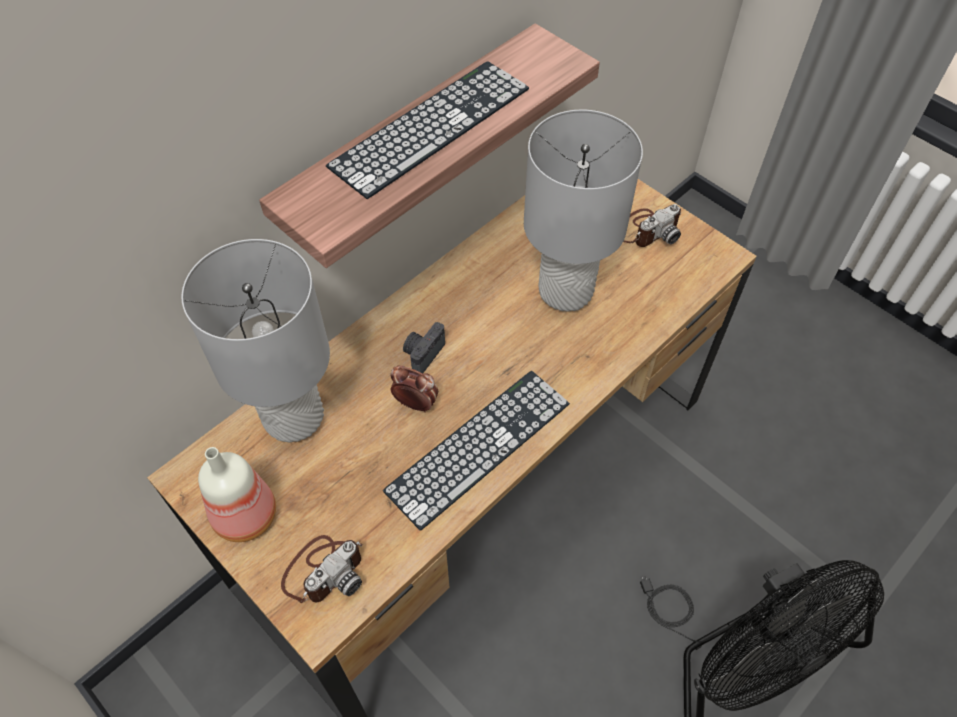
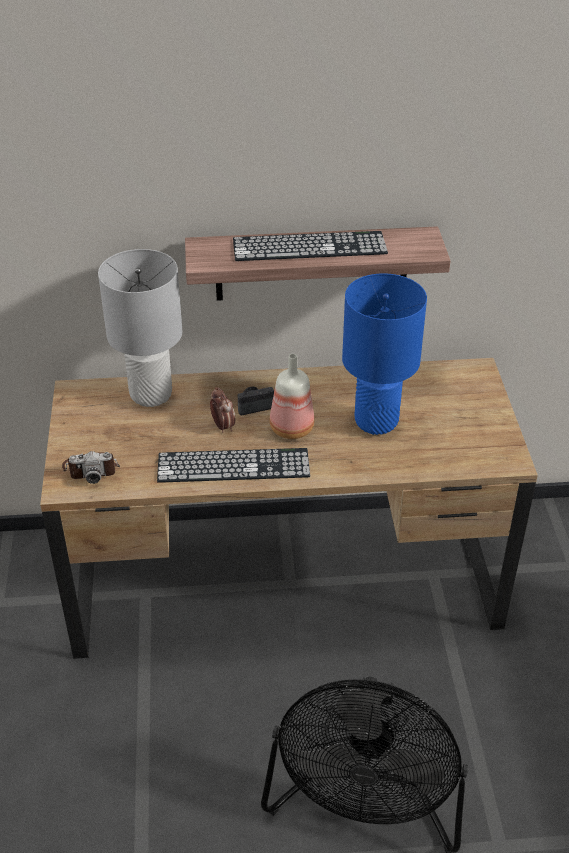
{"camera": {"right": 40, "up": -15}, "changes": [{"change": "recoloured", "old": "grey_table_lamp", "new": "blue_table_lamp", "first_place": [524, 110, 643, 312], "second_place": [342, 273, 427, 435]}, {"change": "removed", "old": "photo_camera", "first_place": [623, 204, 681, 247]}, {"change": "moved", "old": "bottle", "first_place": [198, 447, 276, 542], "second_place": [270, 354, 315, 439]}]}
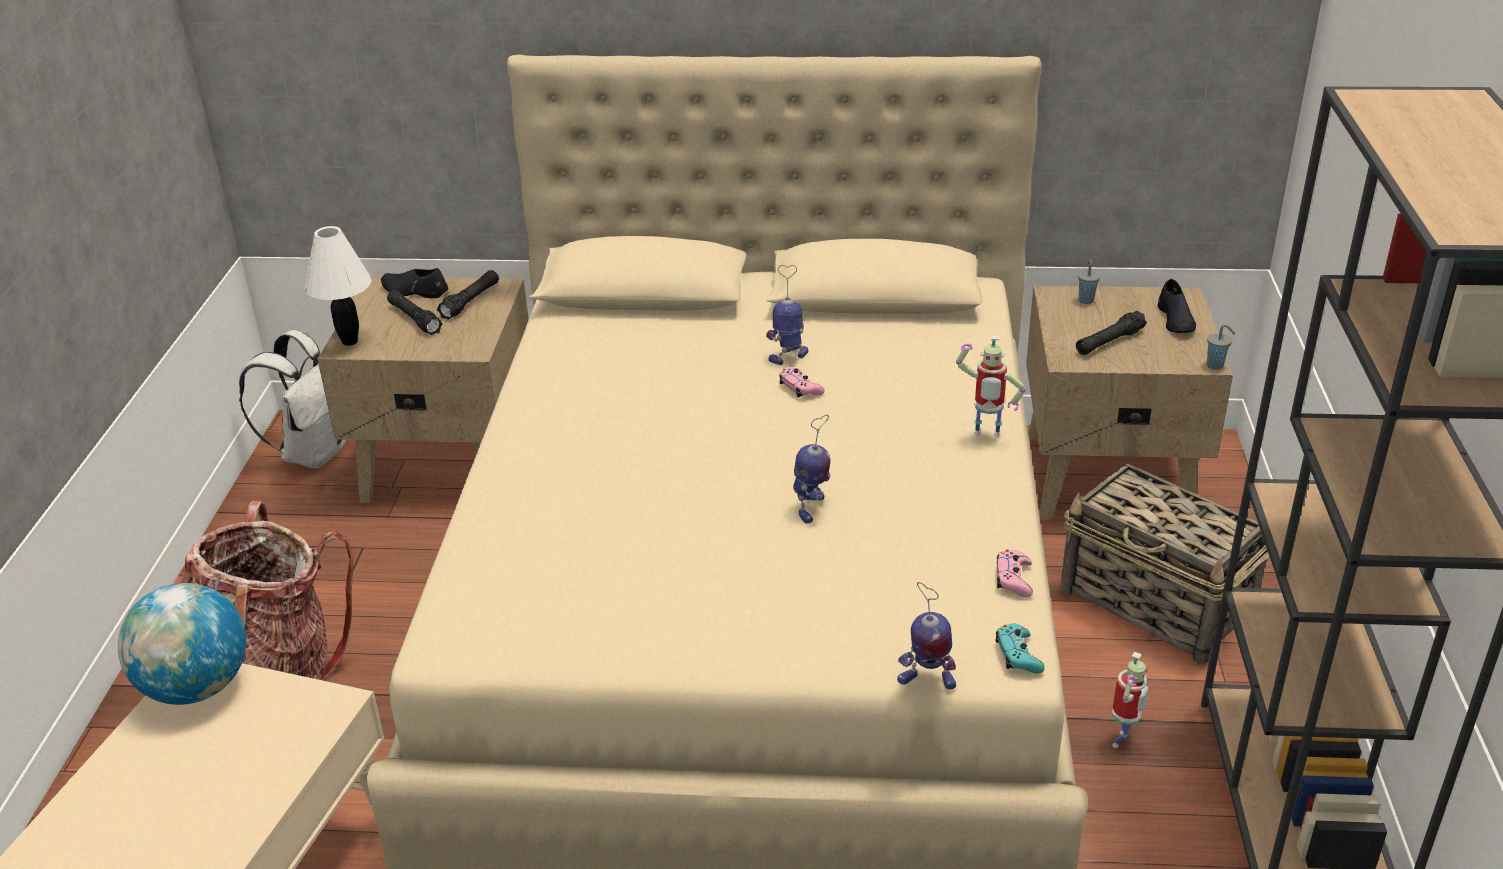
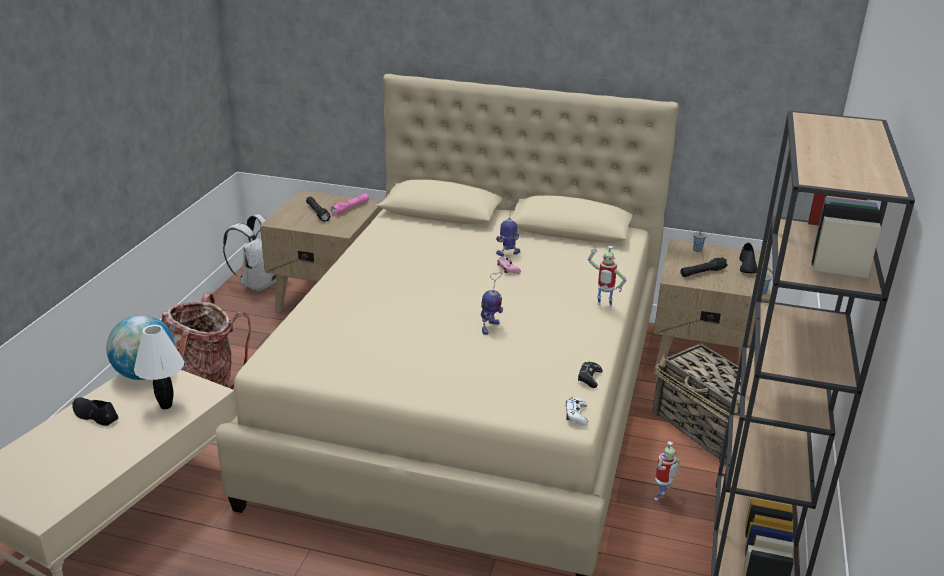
{"camera": {"right": 10, "up": -5}, "changes": [{"change": "moved", "old": "white_table_lamp", "first_place": [305, 226, 372, 346], "second_place": [134, 325, 184, 409]}, {"change": "moved", "old": "black_shoe", "first_place": [381, 268, 448, 298], "second_place": [72, 397, 119, 426]}, {"change": "recoloured", "old": "black_flashlight", "new": "pink_flashlight", "first_place": [437, 270, 499, 320], "second_place": [330, 193, 369, 215]}, {"change": "recoloured", "old": "pink_game_controller", "new": "black_game_controller", "first_place": [997, 549, 1033, 597], "second_place": [578, 361, 603, 388]}, {"change": "removed", "old": "toy_robot", "first_place": [897, 582, 956, 689]}, {"change": "recoloured", "old": "turquoise_game_controller", "new": "white_game_controller", "first_place": [995, 623, 1045, 673], "second_place": [566, 397, 588, 426]}]}
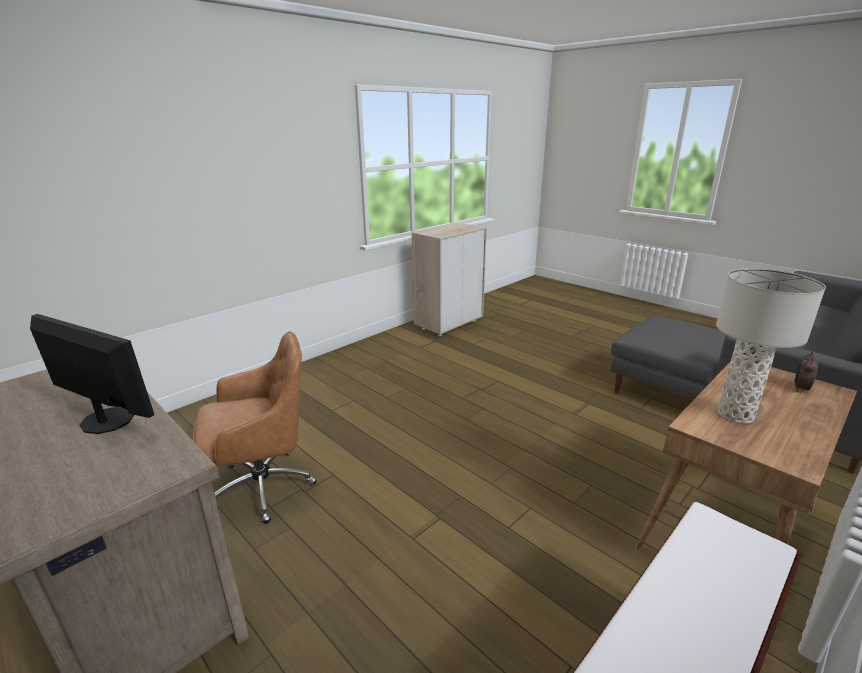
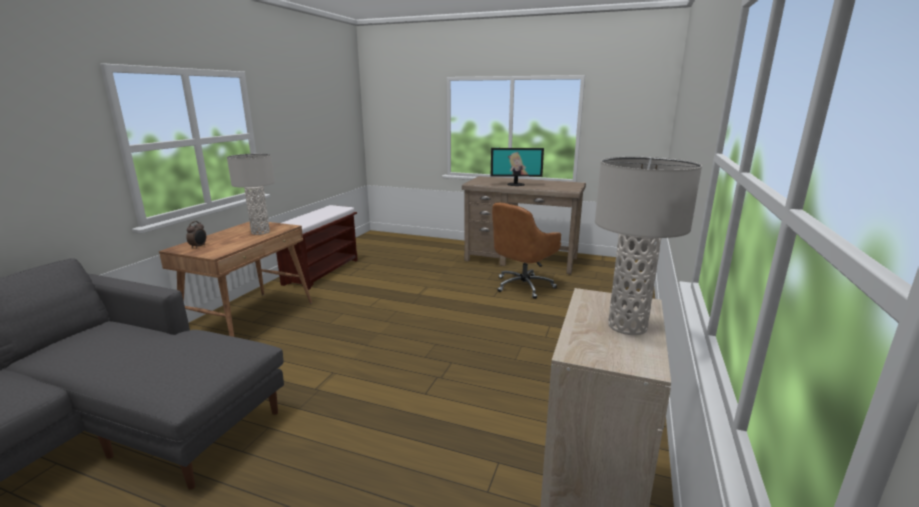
{"camera": {"right": 155, "up": -5}, "changes": [{"change": "added", "new": "white_table_lamp", "second_place": [595, 157, 702, 335]}]}
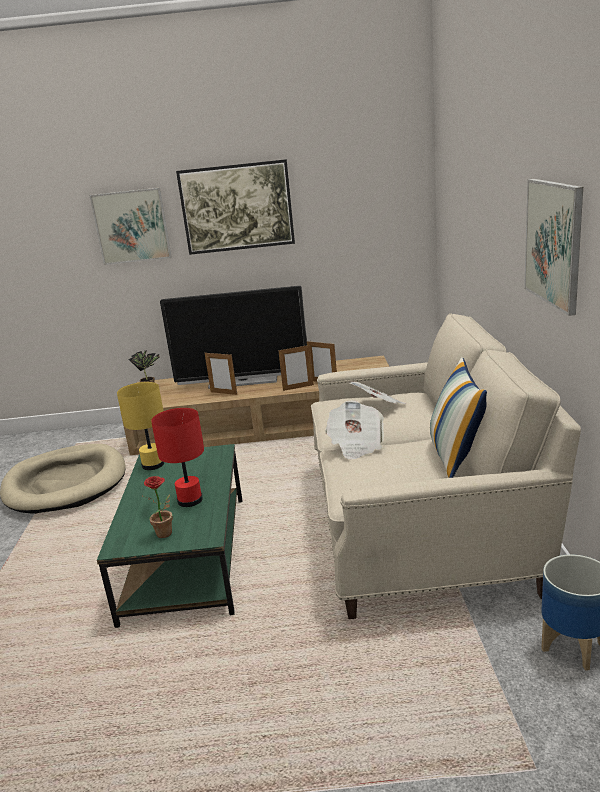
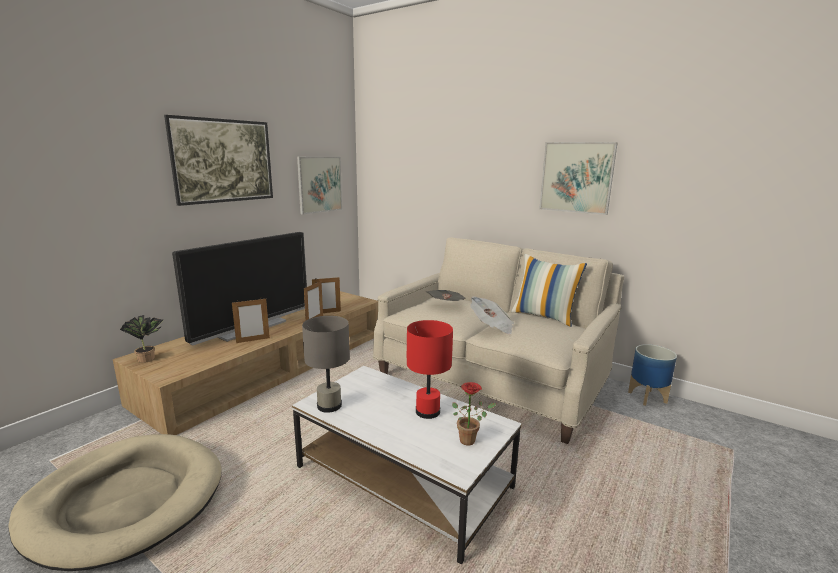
{"camera": {"right": -55, "up": -5}, "changes": [{"change": "moved", "old": "picture", "first_place": [89, 188, 172, 265], "second_place": [297, 157, 342, 215]}, {"change": "recoloured", "old": "yellow_table_lamp", "new": "grey_table_lamp", "first_place": [117, 382, 164, 470], "second_place": [302, 316, 350, 413]}, {"change": "recoloured", "old": "green_coffee_table", "new": "white_coffee_table", "first_place": [97, 444, 242, 628], "second_place": [292, 366, 522, 565]}]}
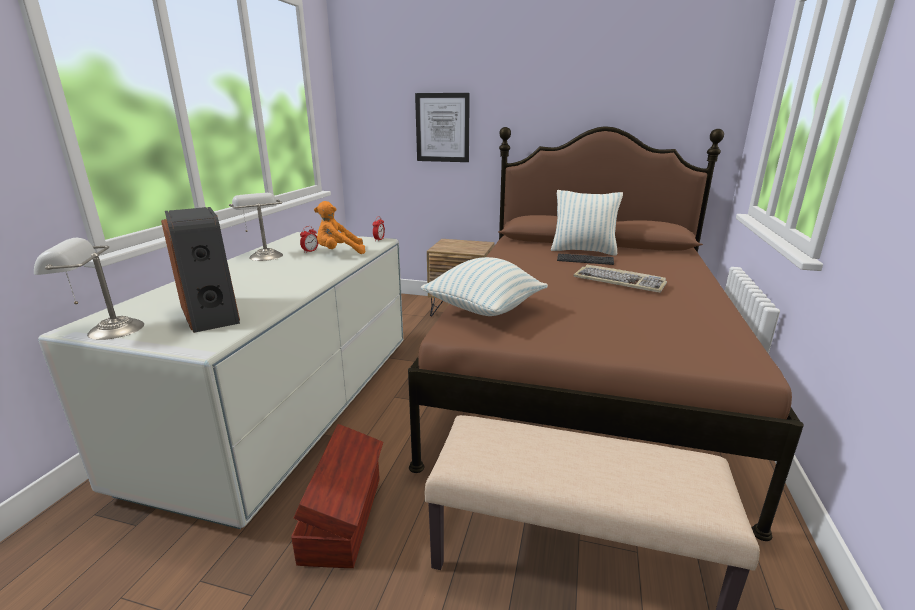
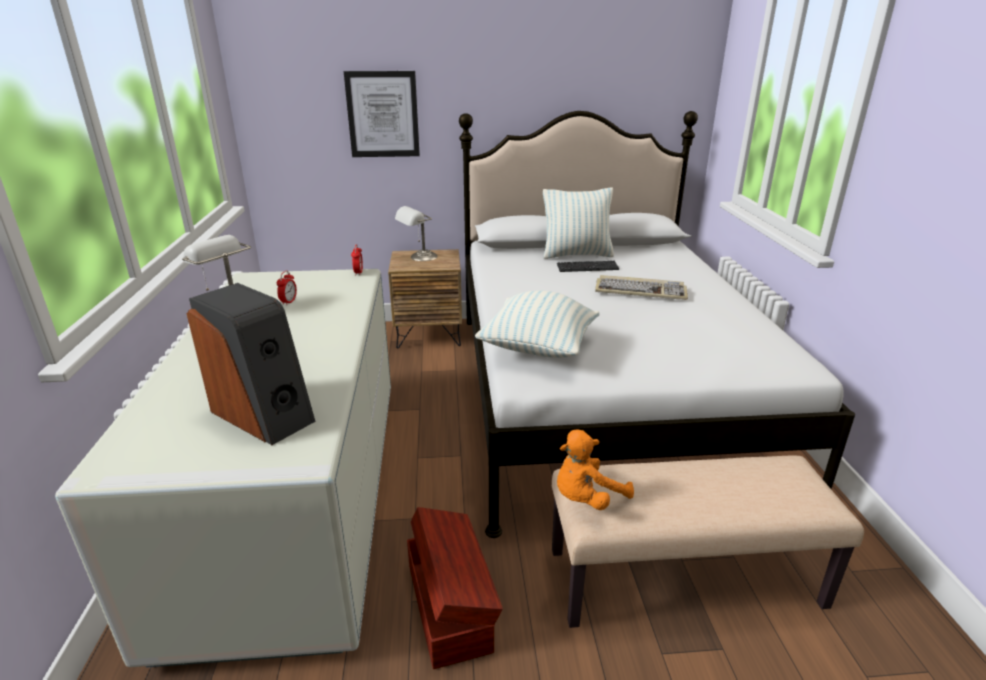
{"camera": {"right": -20, "up": 5}, "changes": [{"change": "recoloured", "old": "brown_bed", "new": "white_bed", "first_place": [408, 126, 804, 541], "second_place": [459, 111, 855, 538]}, {"change": "moved", "old": "orange_plush_toy", "first_place": [314, 201, 365, 254], "second_place": [557, 429, 634, 510]}, {"change": "moved", "old": "white_table_lamp", "first_place": [34, 238, 144, 340], "second_place": [395, 206, 438, 261]}]}
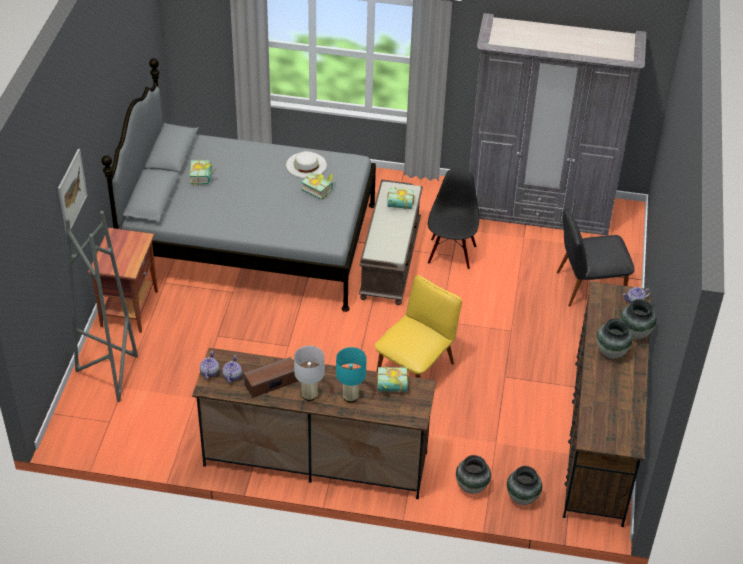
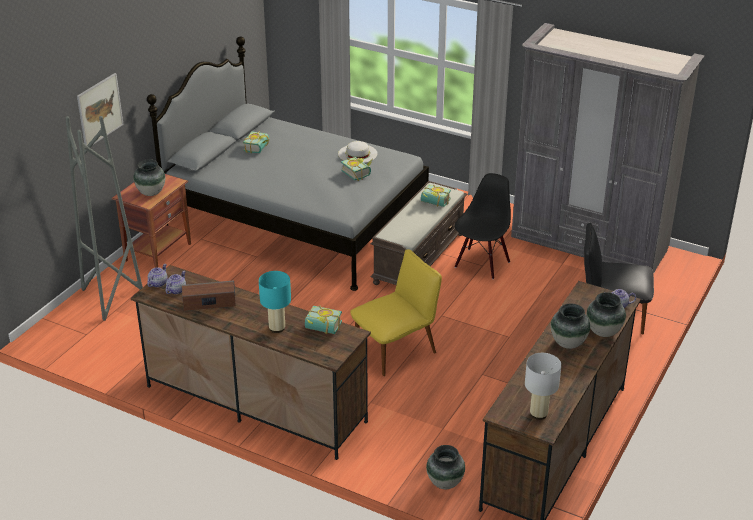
{"camera": {"right": 20, "up": -10}, "changes": [{"change": "moved", "old": "white_table_lamp", "first_place": [294, 346, 324, 401], "second_place": [525, 353, 561, 420]}, {"change": "moved", "old": "vase", "first_place": [456, 455, 491, 494], "second_place": [133, 159, 165, 196]}]}
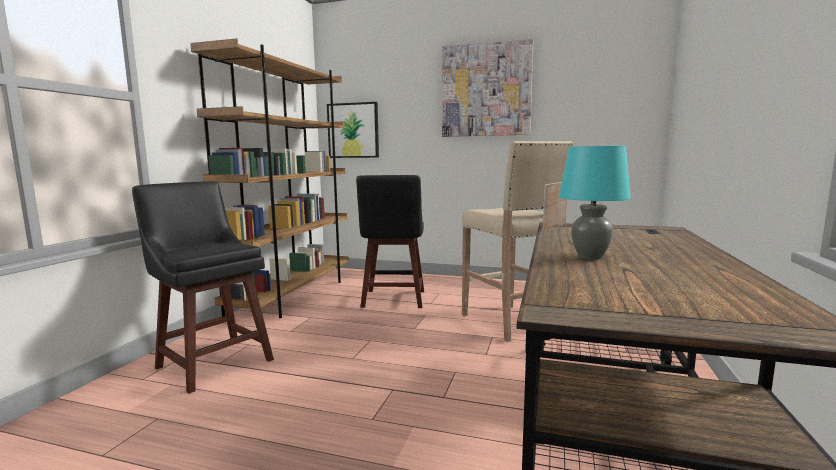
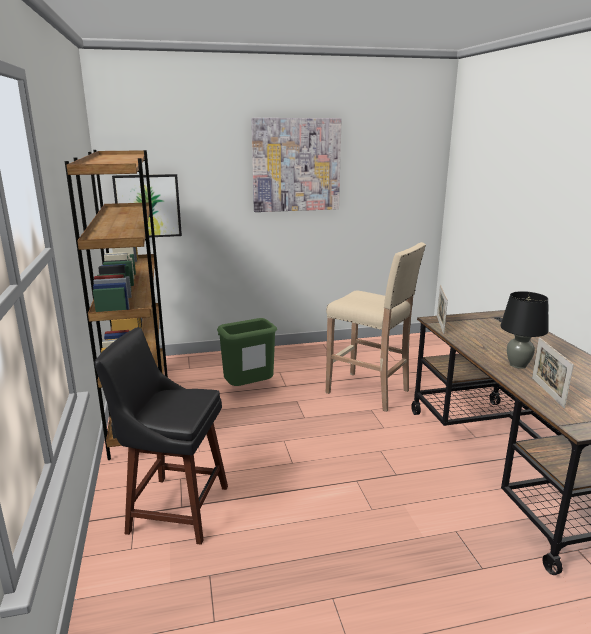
{"camera": {"right": -30, "up": 10}, "changes": [{"change": "recoloured", "old": "turquoise_table_lamp", "new": "black_table_lamp", "first_place": [559, 146, 631, 260], "second_place": [500, 291, 548, 369]}, {"change": "replaced", "old": "black_chair", "new": "green_trash_can", "first_place": [356, 175, 424, 308], "second_place": [217, 318, 277, 386]}, {"change": "added", "new": "picture_frame", "second_place": [532, 338, 574, 409]}]}
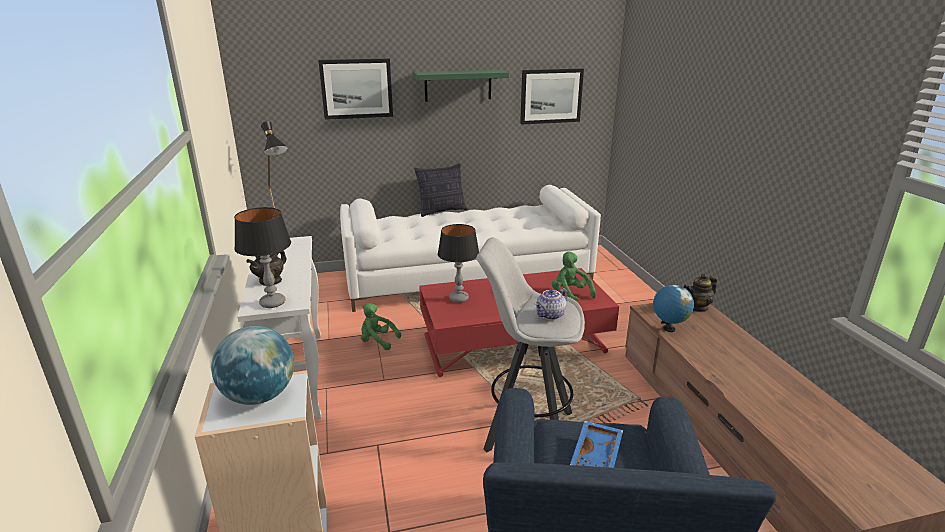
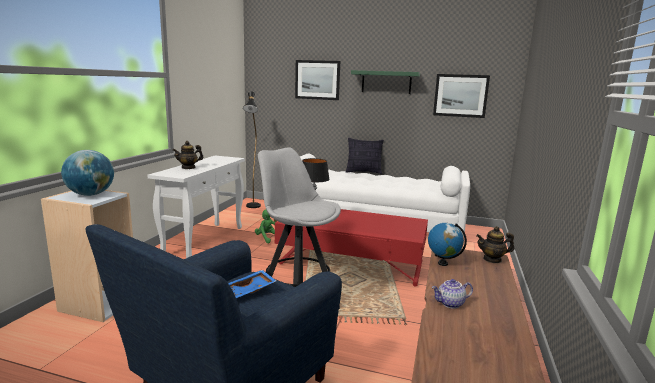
{"camera": {"right": 30, "up": -10}, "changes": [{"change": "removed", "old": "table_lamp", "first_place": [234, 207, 291, 308]}, {"change": "removed", "old": "green_plush_toy", "first_place": [552, 252, 596, 302]}, {"change": "moved", "old": "teapot", "first_place": [535, 288, 568, 320], "second_place": [432, 279, 473, 309]}]}
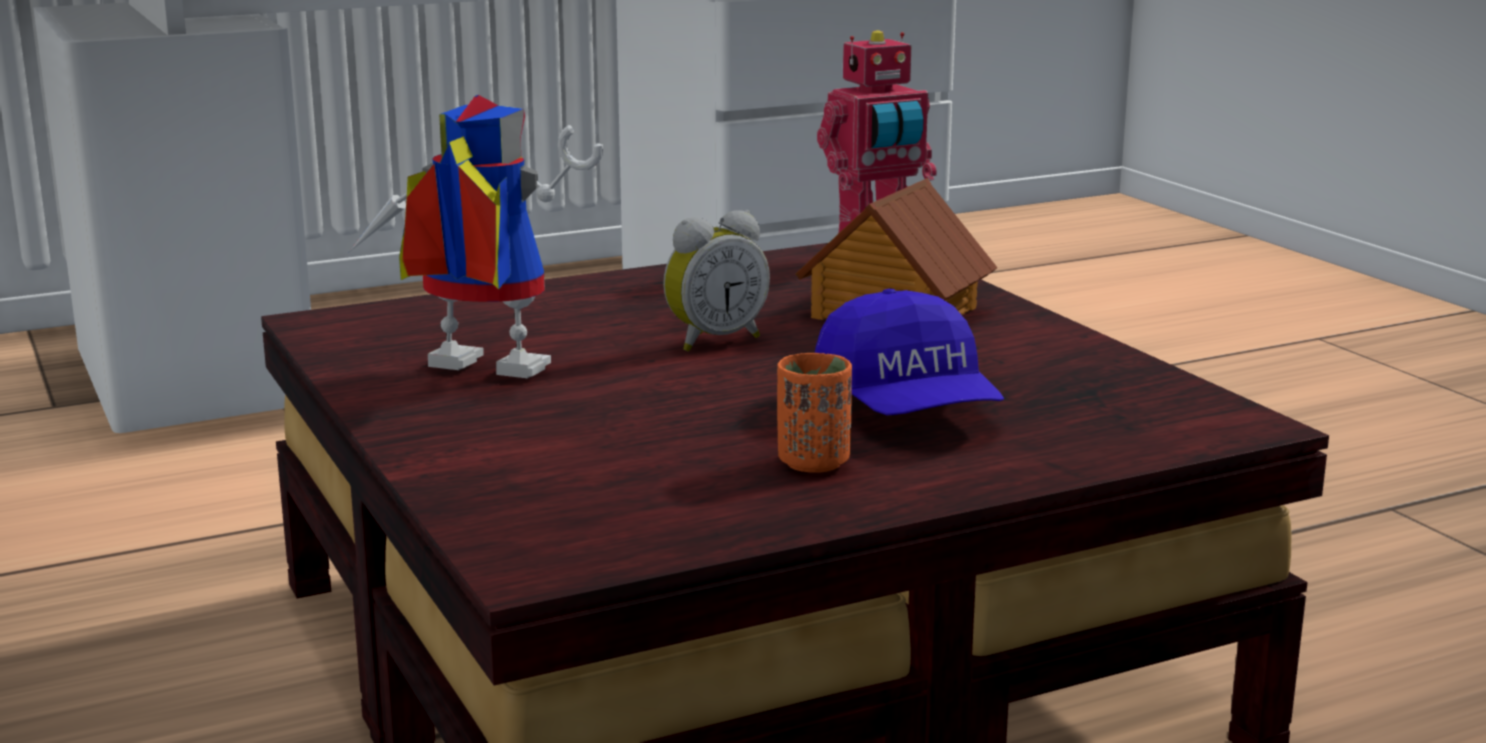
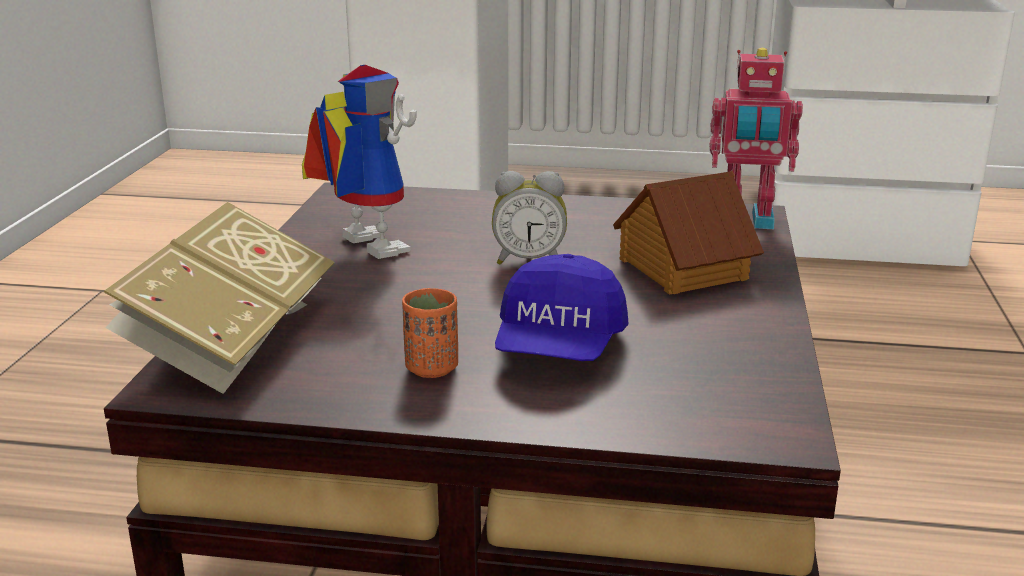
{"camera": {"right": 35, "up": 5}, "changes": [{"change": "added", "new": "book", "second_place": [104, 202, 335, 394]}]}
